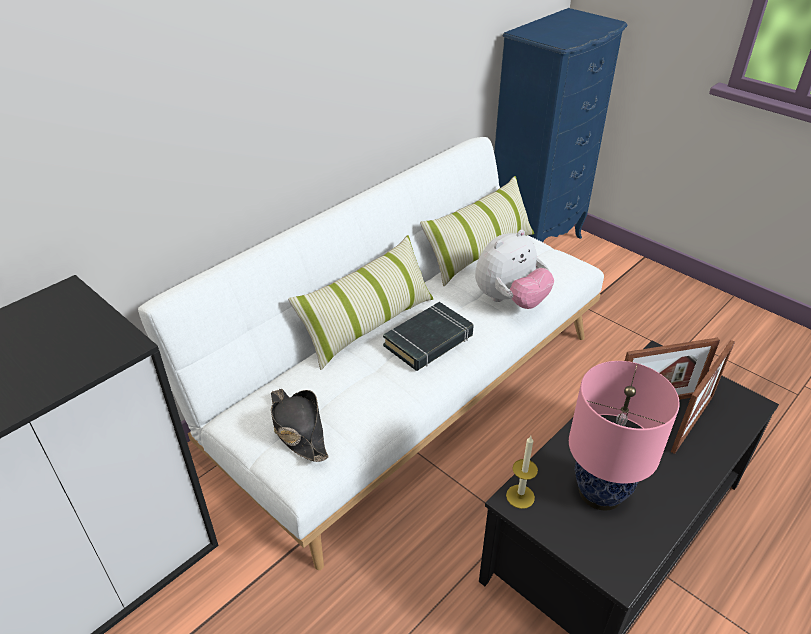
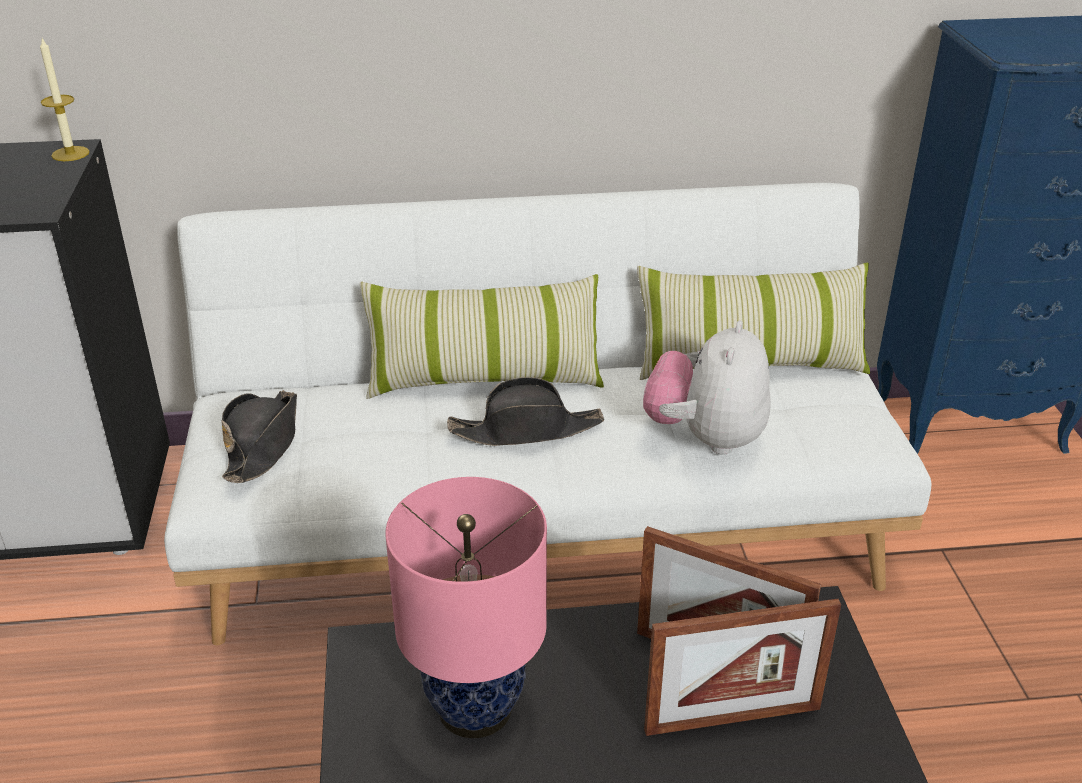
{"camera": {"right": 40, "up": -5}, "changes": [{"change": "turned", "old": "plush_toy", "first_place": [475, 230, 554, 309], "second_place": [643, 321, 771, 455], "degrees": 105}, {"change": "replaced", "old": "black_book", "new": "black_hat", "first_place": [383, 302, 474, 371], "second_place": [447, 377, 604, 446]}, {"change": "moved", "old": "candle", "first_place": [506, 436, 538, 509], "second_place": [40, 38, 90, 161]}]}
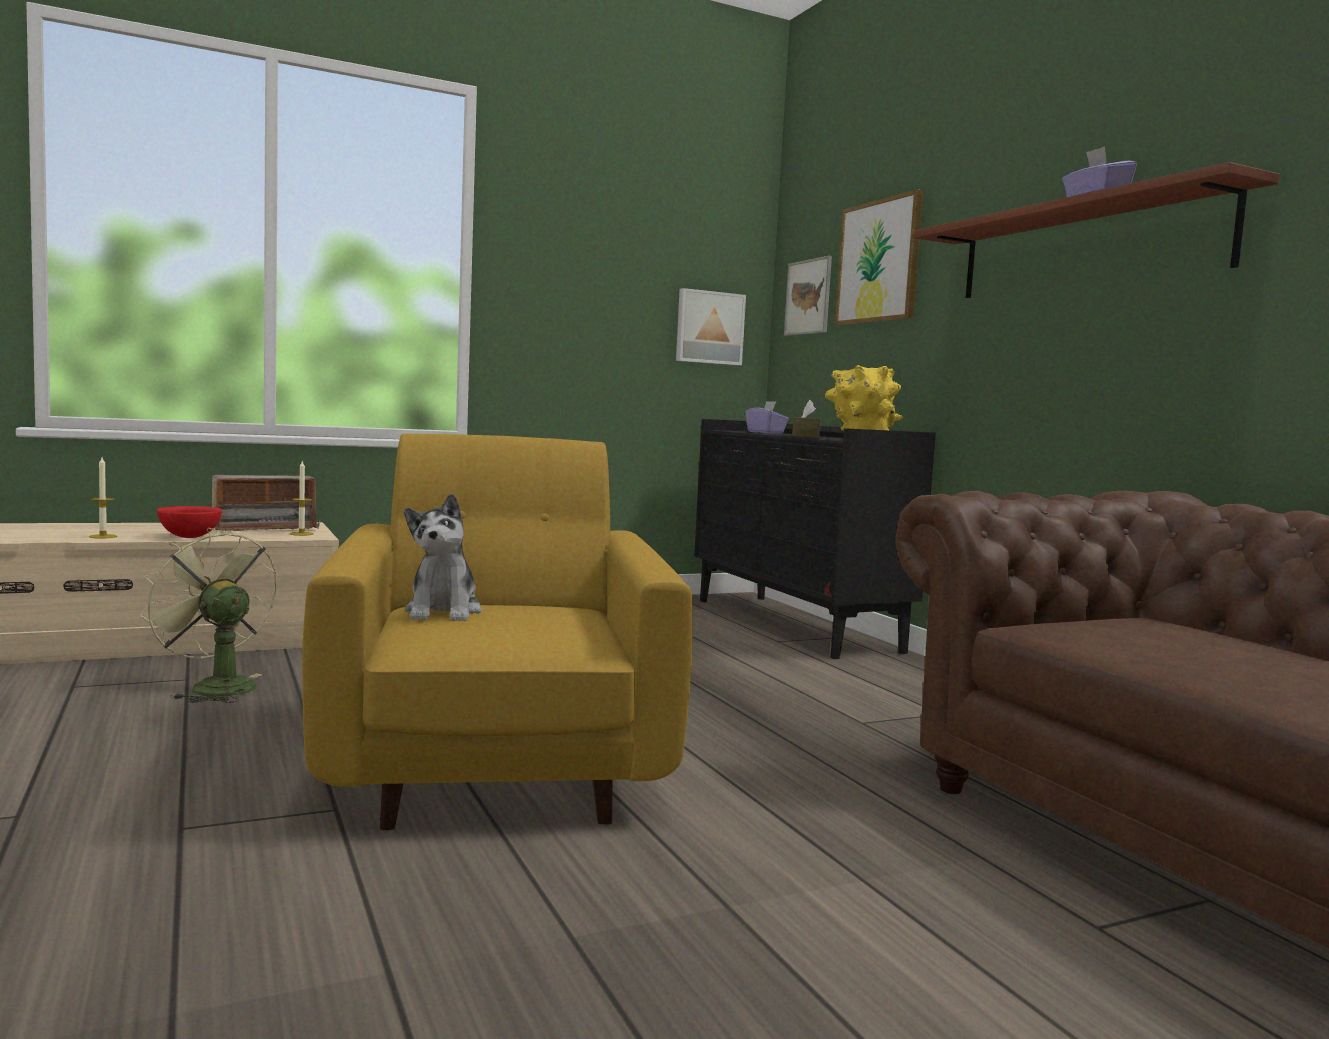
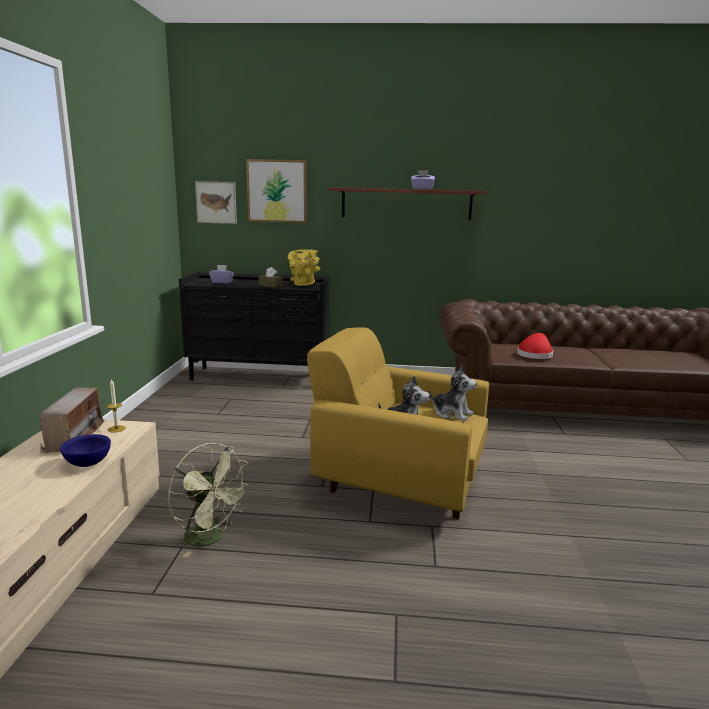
{"camera": {"right": -60, "up": 10}, "changes": [{"change": "removed", "old": "picture", "first_place": [676, 288, 746, 365]}, {"change": "removed", "old": "candle", "first_place": [89, 457, 117, 539]}, {"change": "recoloured", "old": "red_bowl", "new": "blue_bowl", "first_place": [157, 506, 222, 538], "second_place": [60, 434, 111, 467]}, {"change": "turned", "old": "green_fan", "first_place": [140, 528, 277, 703], "second_place": [168, 443, 251, 558], "degrees": -120}, {"change": "added", "new": "red_hat", "second_place": [517, 333, 553, 359]}, {"change": "added", "new": "plush_toy", "second_place": [428, 365, 477, 421]}]}
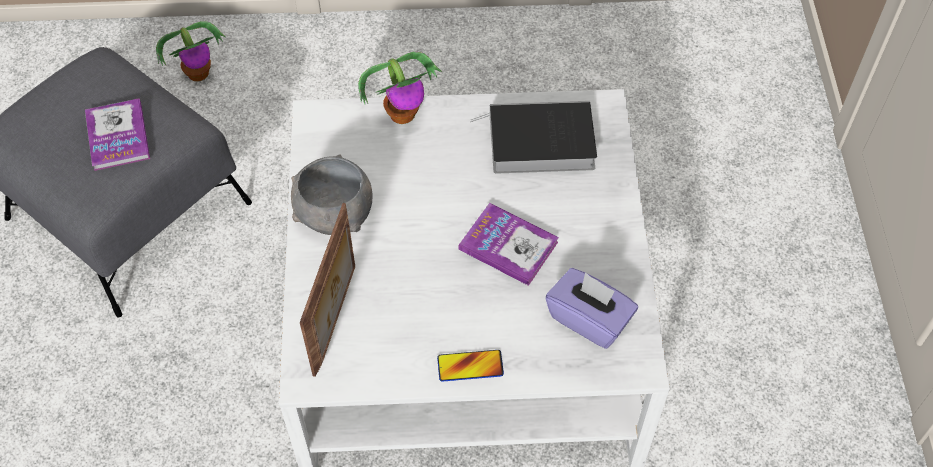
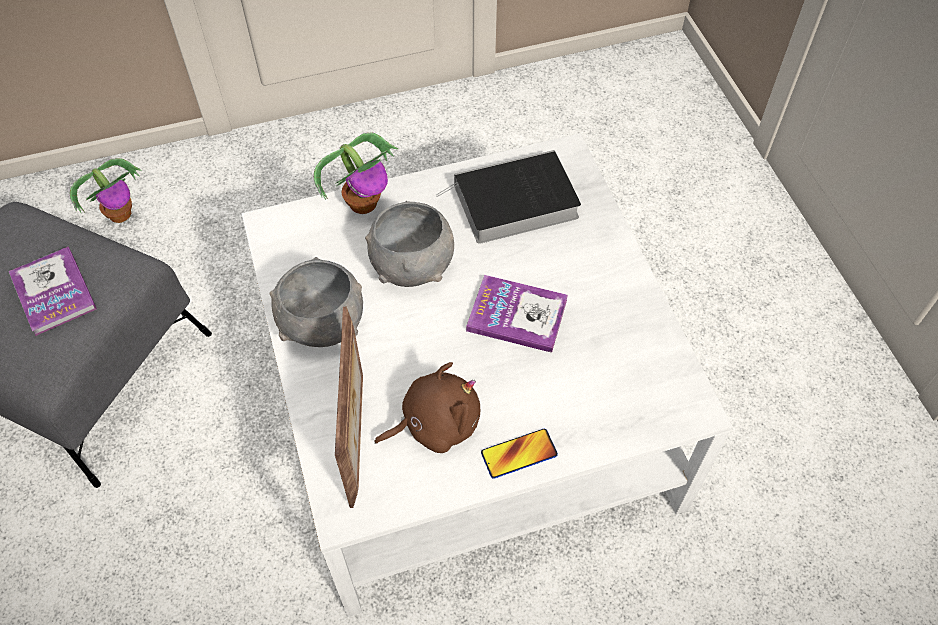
{"camera": {"right": -15, "up": 0}, "changes": [{"change": "removed", "old": "purple_tissue_box", "first_place": [546, 268, 638, 349]}, {"change": "added", "new": "grey_bowl", "second_place": [365, 201, 454, 287]}, {"change": "added", "new": "brown_plush_toy", "second_place": [374, 362, 480, 453]}]}
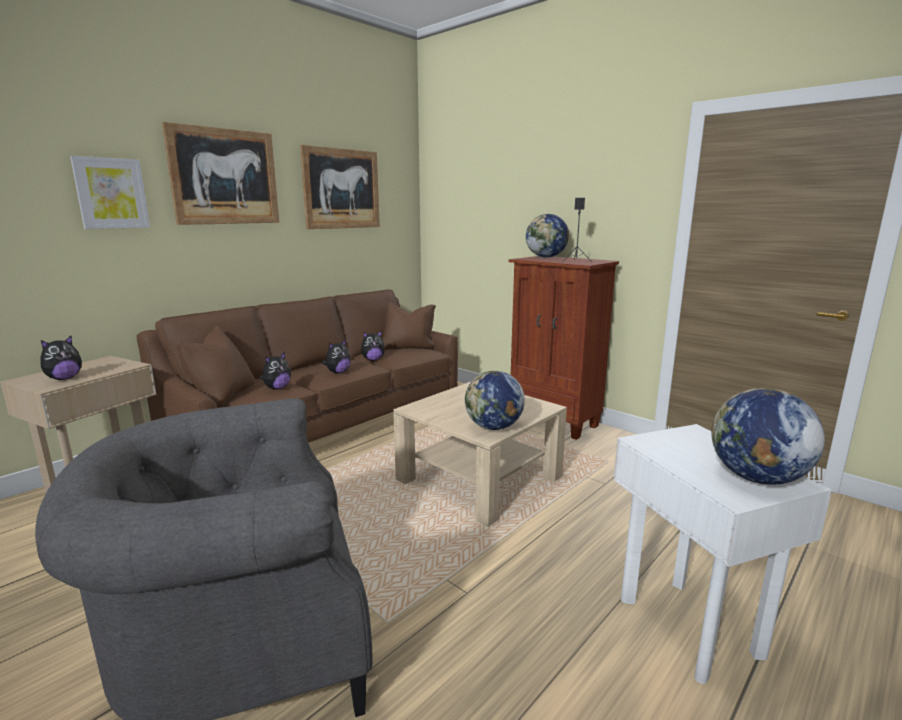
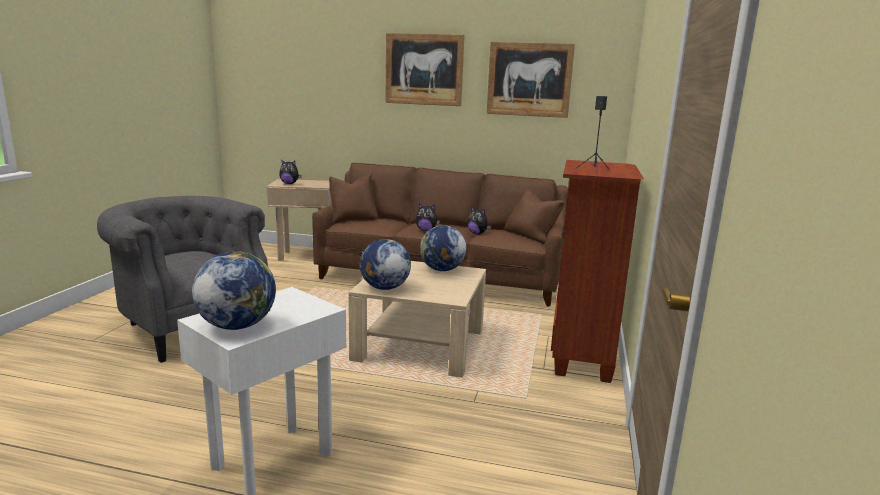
{"camera": {"right": 60, "up": 0}, "changes": [{"change": "removed", "old": "picture", "first_place": [70, 156, 150, 229]}, {"change": "moved", "old": "globe", "first_place": [526, 214, 569, 257], "second_place": [420, 225, 466, 271]}, {"change": "removed", "old": "plush_toy", "first_place": [260, 352, 291, 390]}]}
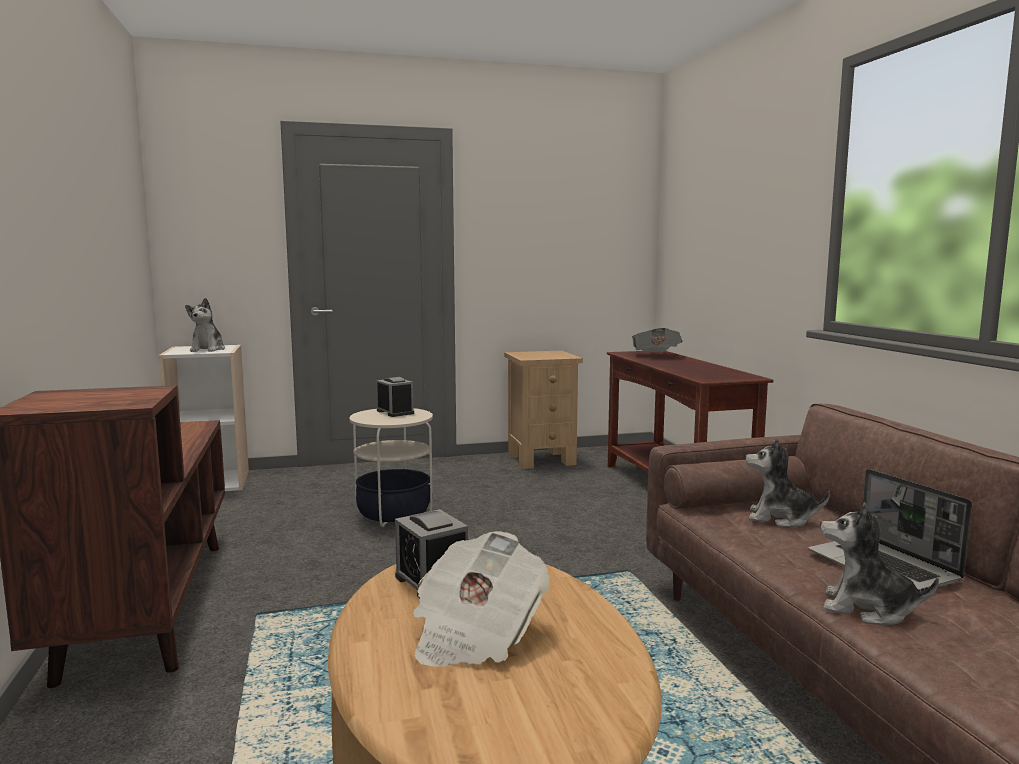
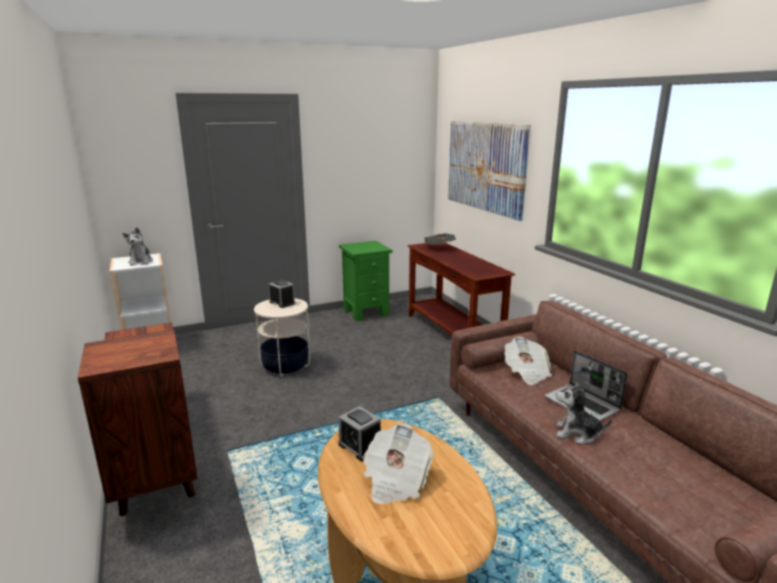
{"camera": {"right": -10, "up": 10}, "changes": [{"change": "recoloured", "old": "beige_nightstand", "new": "green_nightstand", "first_place": [504, 351, 583, 469], "second_place": [339, 241, 392, 322]}, {"change": "replaced", "old": "plush_toy", "new": "newspaper", "first_place": [746, 438, 830, 527], "second_place": [505, 337, 552, 385]}, {"change": "added", "new": "picture", "second_place": [448, 121, 531, 221]}]}
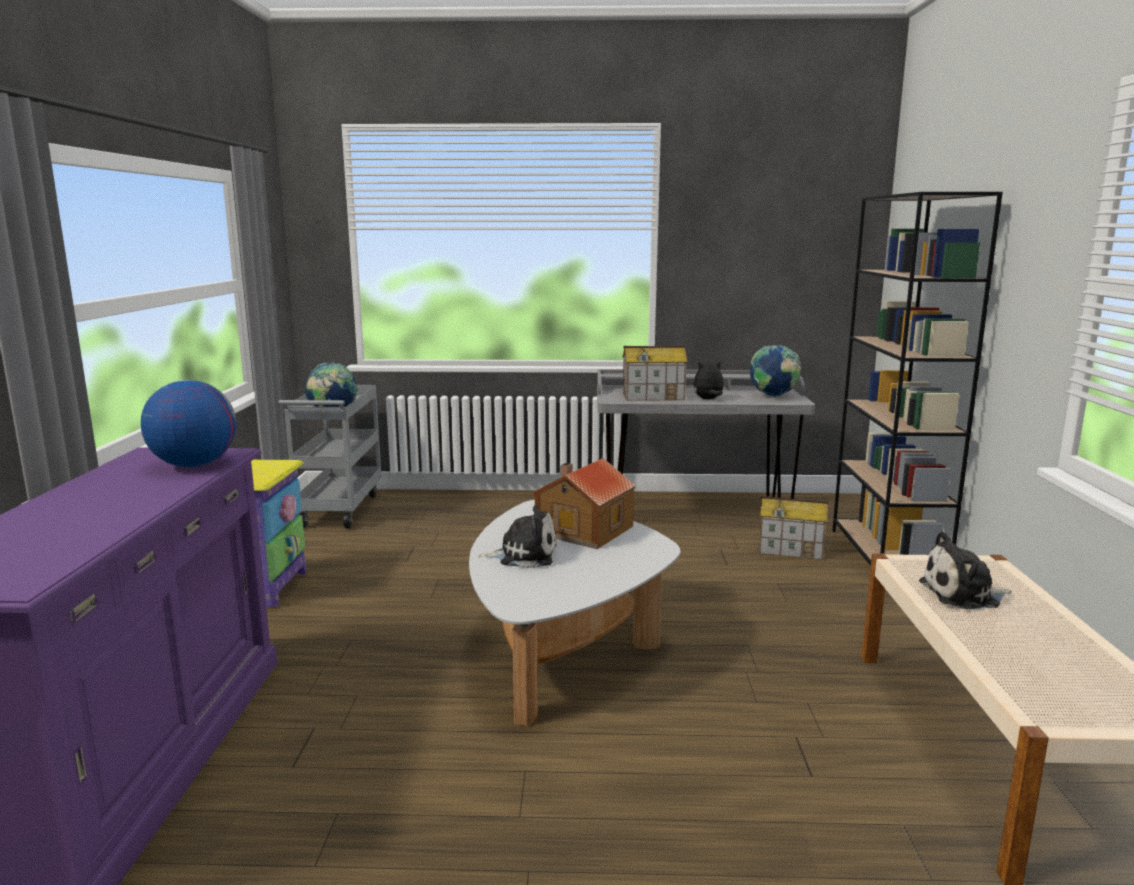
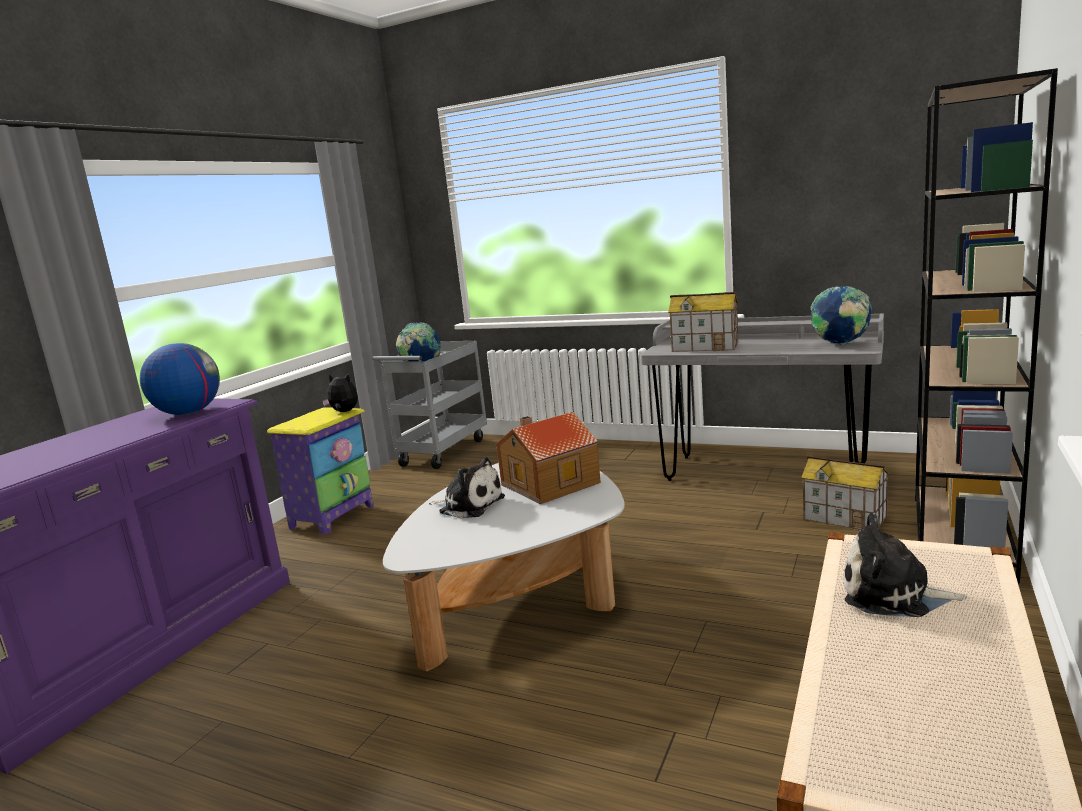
{"camera": {"right": 25, "up": 0}, "changes": [{"change": "moved", "old": "plush_toy", "first_place": [694, 361, 724, 399], "second_place": [322, 374, 358, 412]}]}
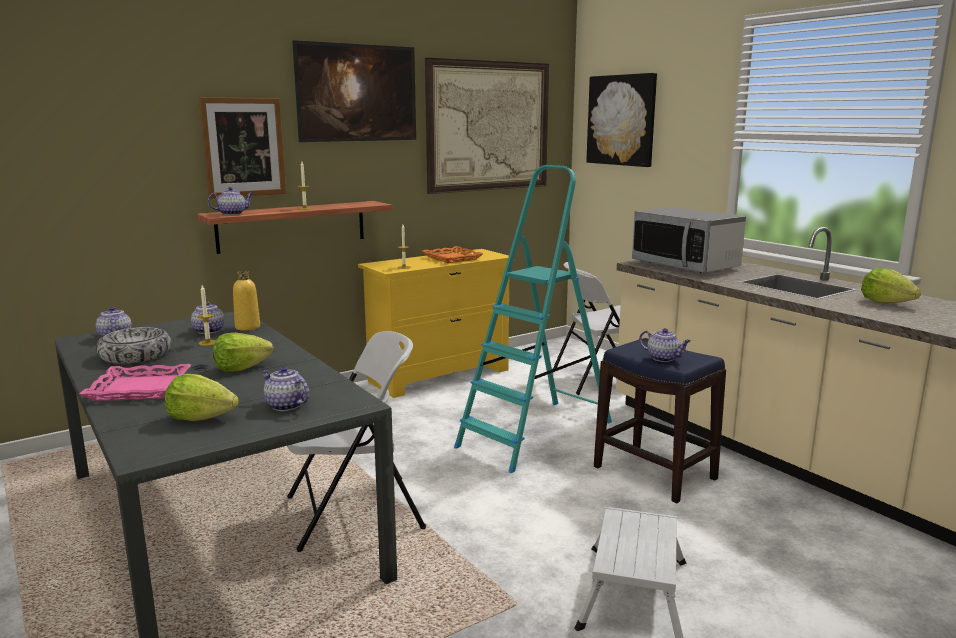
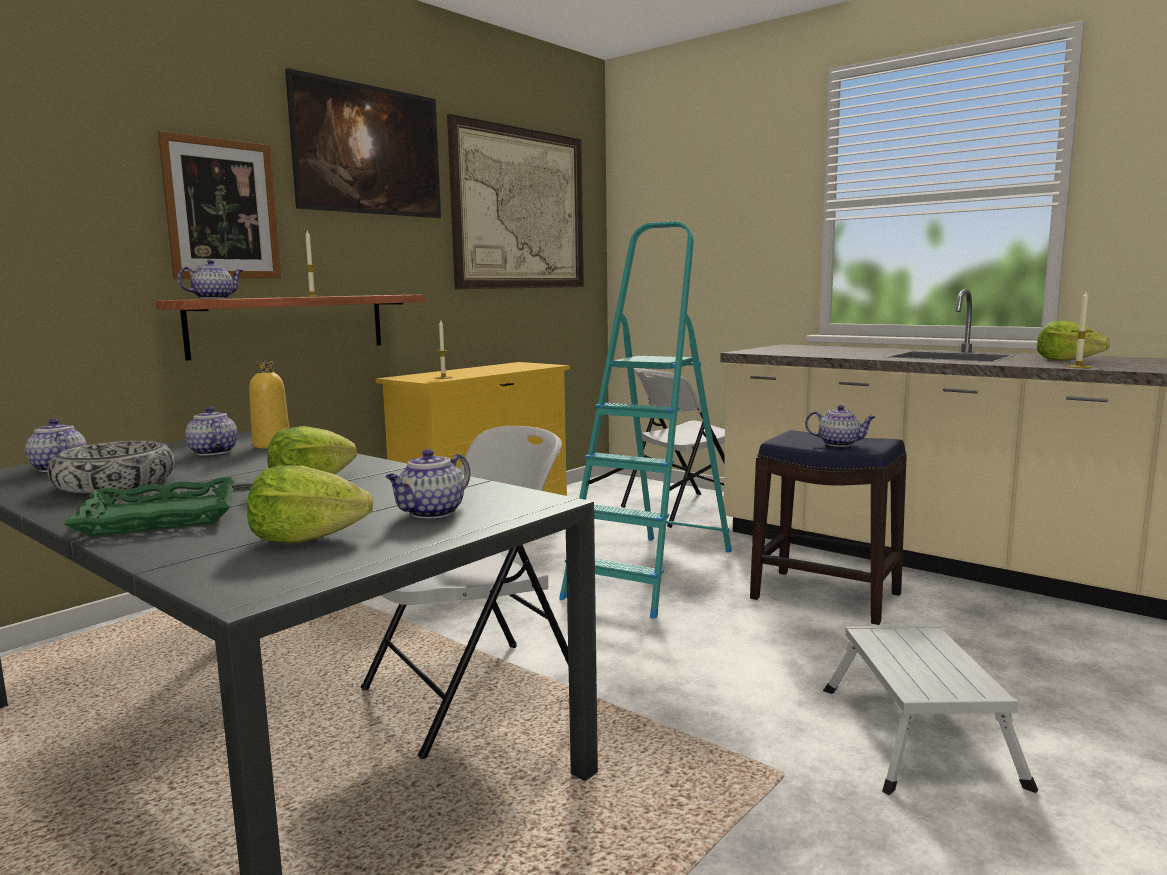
{"camera": {"right": -15, "up": -5}, "changes": [{"change": "removed", "old": "picture", "first_place": [586, 73, 657, 167]}, {"change": "removed", "old": "microwave", "first_place": [632, 207, 746, 273]}, {"change": "removed", "old": "orange_tray", "first_place": [422, 246, 483, 263]}, {"change": "moved", "old": "candle", "first_place": [197, 285, 216, 346], "second_place": [1065, 291, 1094, 368]}, {"change": "recoloured", "old": "pink_tray", "new": "green_tray", "first_place": [80, 364, 191, 401], "second_place": [64, 477, 235, 537]}, {"change": "turned", "old": "teapot", "first_place": [261, 366, 310, 411], "second_place": [385, 449, 470, 518], "degrees": -75}]}
